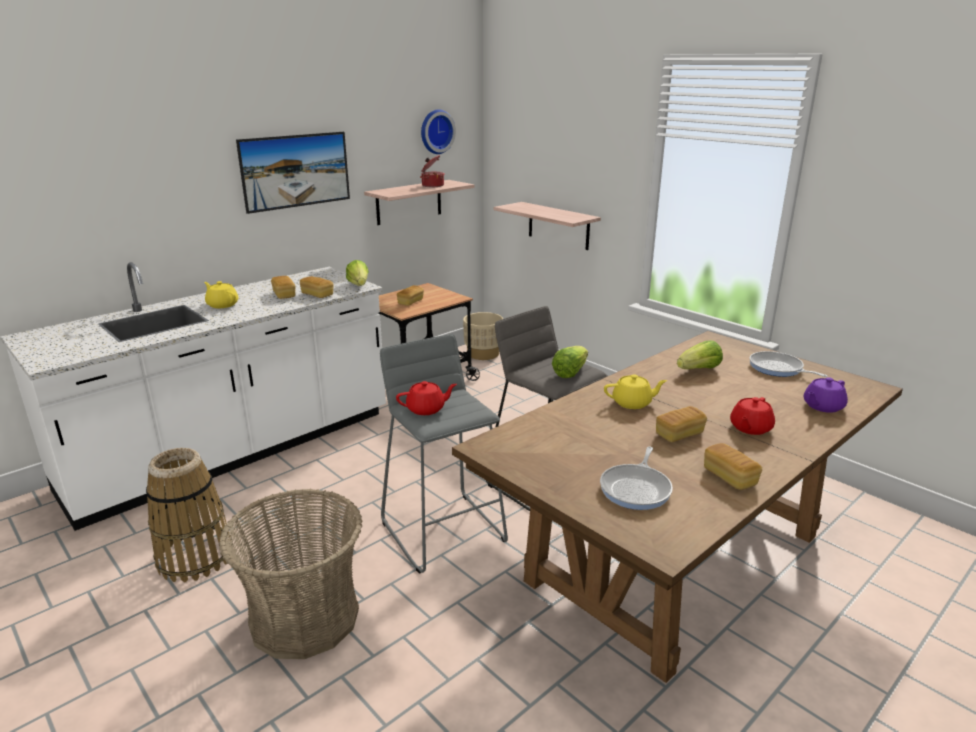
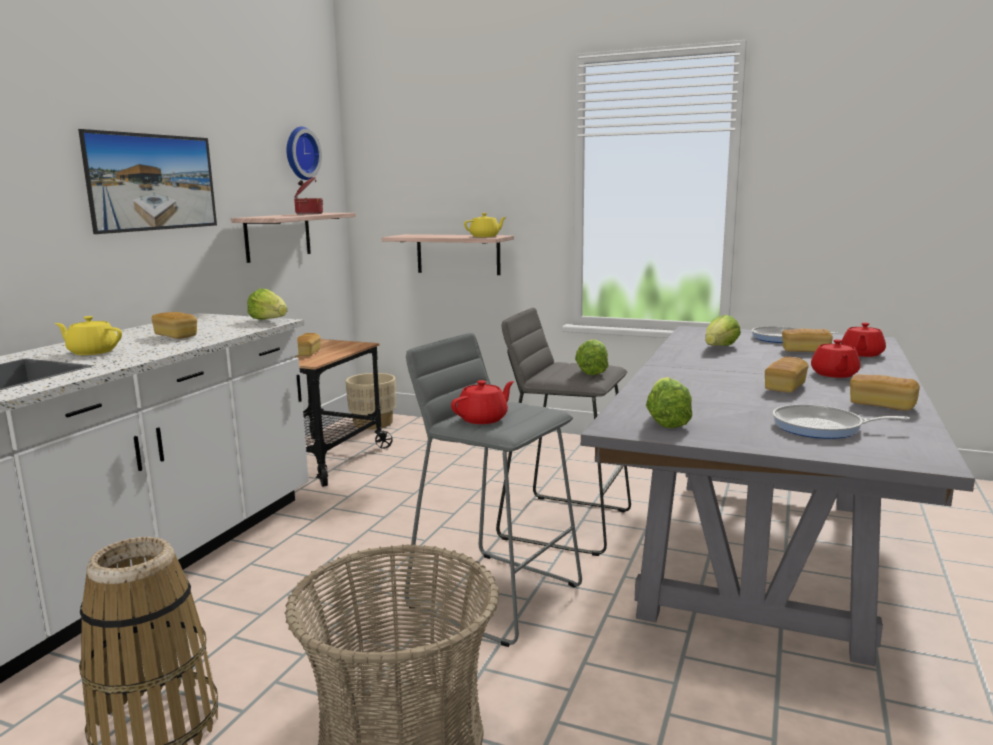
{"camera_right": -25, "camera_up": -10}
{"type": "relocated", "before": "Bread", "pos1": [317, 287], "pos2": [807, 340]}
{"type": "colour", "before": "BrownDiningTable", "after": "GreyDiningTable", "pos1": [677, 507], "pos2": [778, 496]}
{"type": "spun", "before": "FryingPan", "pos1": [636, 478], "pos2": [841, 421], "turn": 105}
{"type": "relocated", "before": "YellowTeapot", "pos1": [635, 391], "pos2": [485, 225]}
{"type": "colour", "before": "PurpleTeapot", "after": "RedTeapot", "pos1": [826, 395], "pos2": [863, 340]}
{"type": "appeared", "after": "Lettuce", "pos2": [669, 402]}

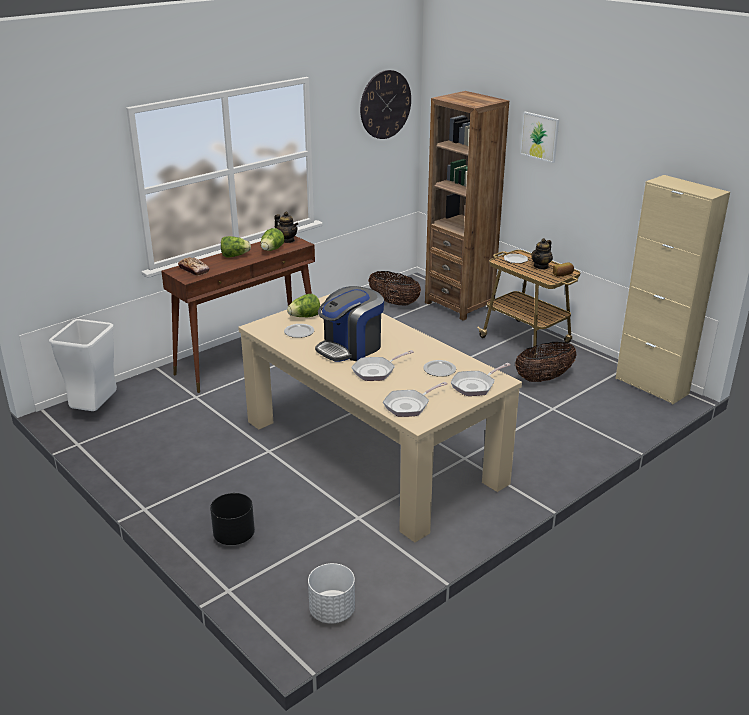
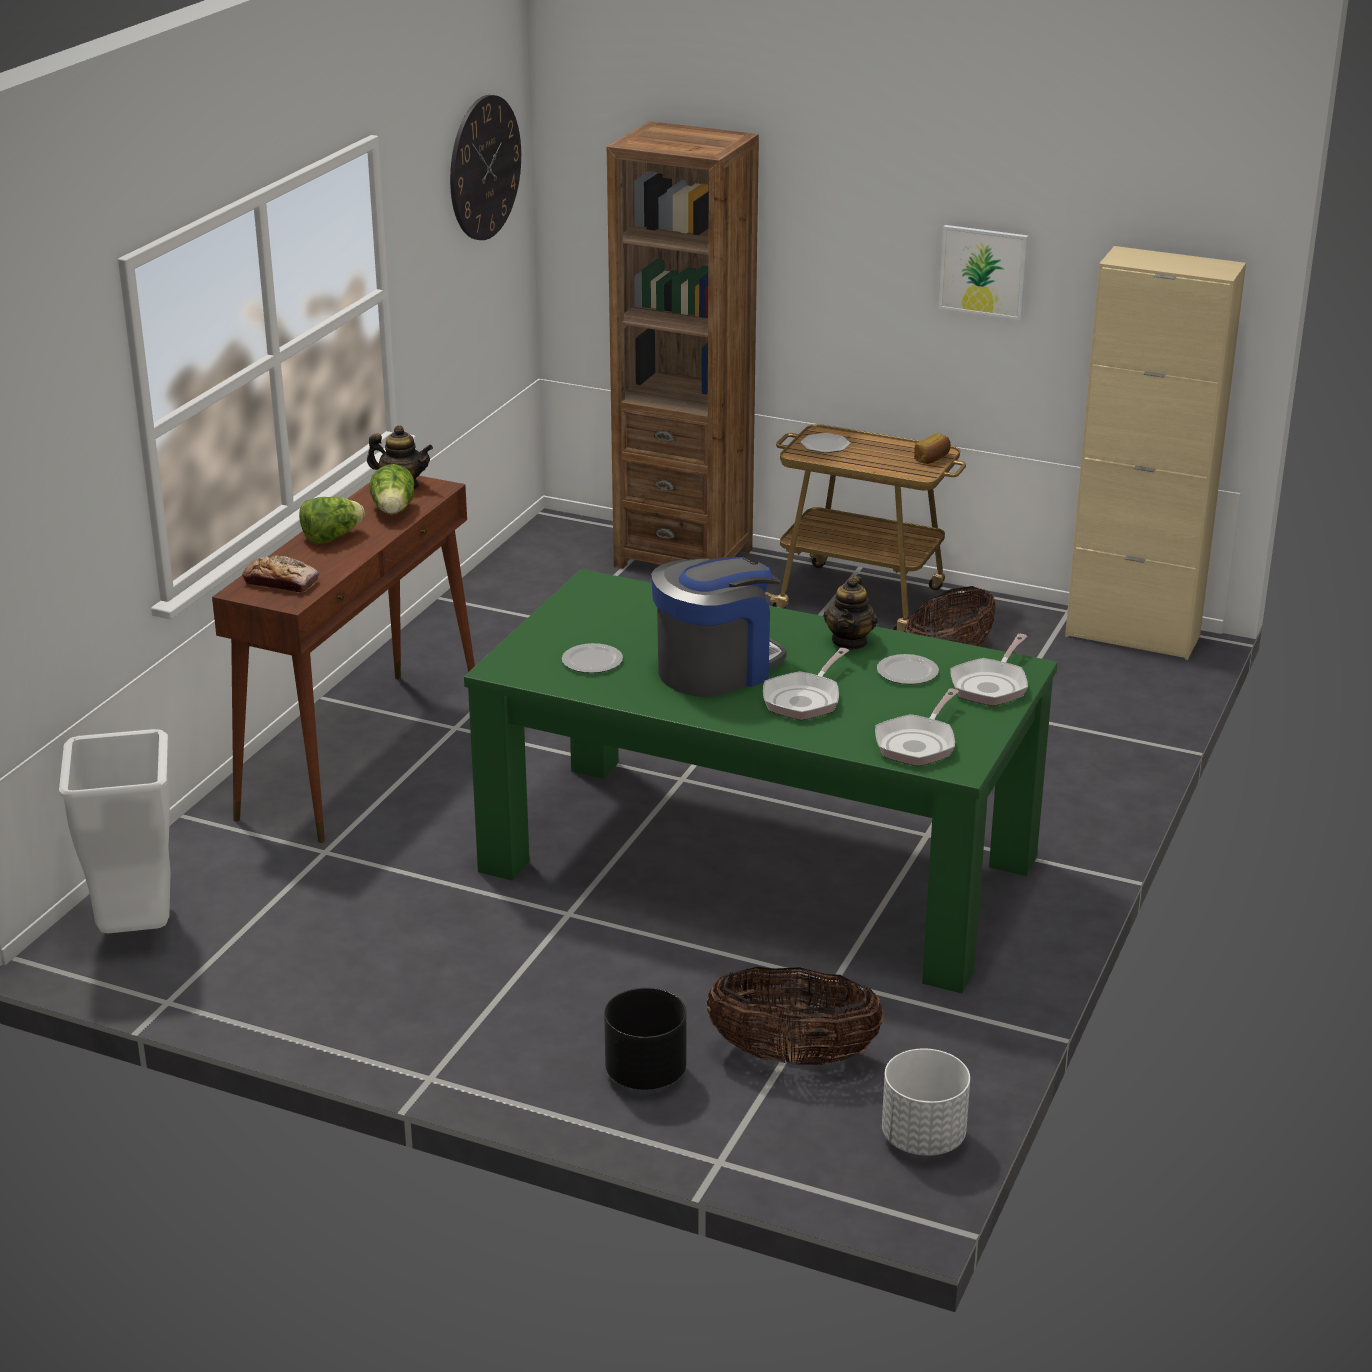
{"camera_right": -25, "camera_up": 0}
{"type": "colour", "before": "BeigeDiningTable", "after": "GreenDiningTable", "pos1": [380, 418], "pos2": [761, 781]}
{"type": "missing", "before": "Lettuce", "pos1": [303, 305]}
{"type": "spun", "before": "CoffeeMachine", "pos1": [349, 324], "pos2": [719, 627], "turn": -150}
{"type": "relocated", "before": "Basket", "pos1": [394, 288], "pos2": [795, 1016]}
{"type": "relocated", "before": "Picture", "pos1": [539, 137], "pos2": [983, 272]}
{"type": "relocated", "before": "Teapot", "pos1": [542, 254], "pos2": [851, 613]}

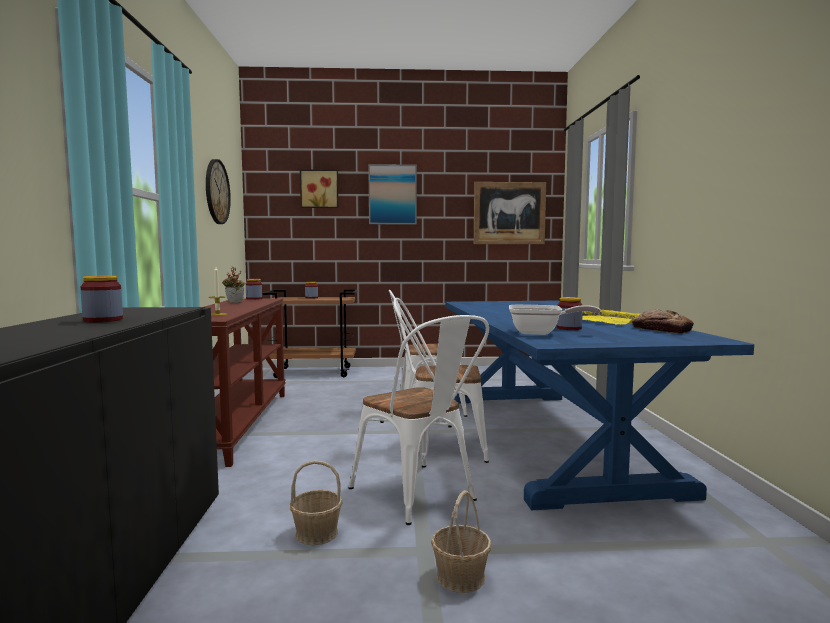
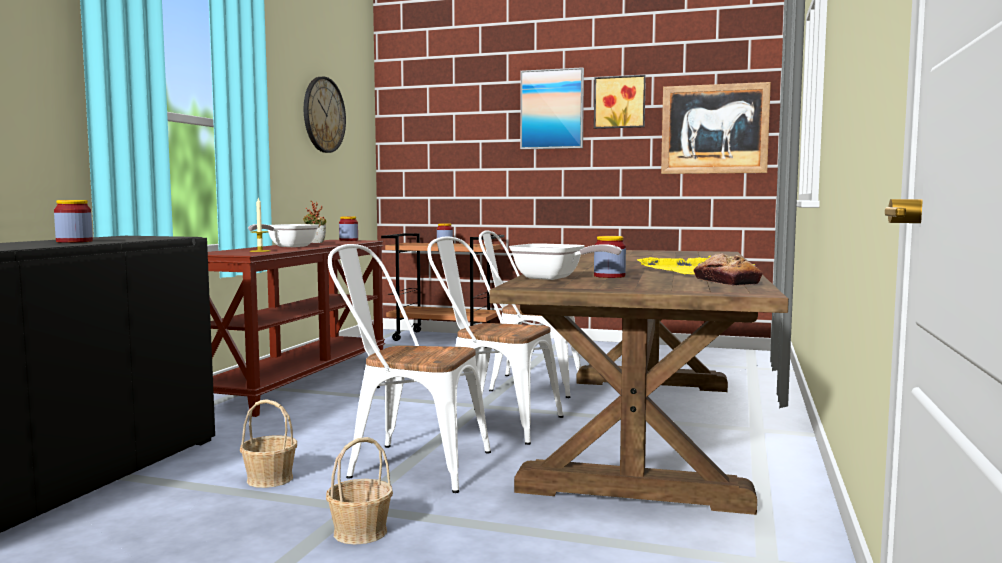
{"camera_right": 20, "camera_up": 0}
{"type": "relocated", "before": "Picture", "pos1": [319, 188], "pos2": [620, 102]}
{"type": "spun", "before": "WhiteChair", "pos1": [418, 420], "pos2": [409, 368], "turn": 120}
{"type": "colour", "before": "BlueDiningTable", "after": "BrownDiningTable", "pos1": [599, 405], "pos2": [639, 382]}
{"type": "appeared", "after": "FryingPan", "pos2": [283, 235]}

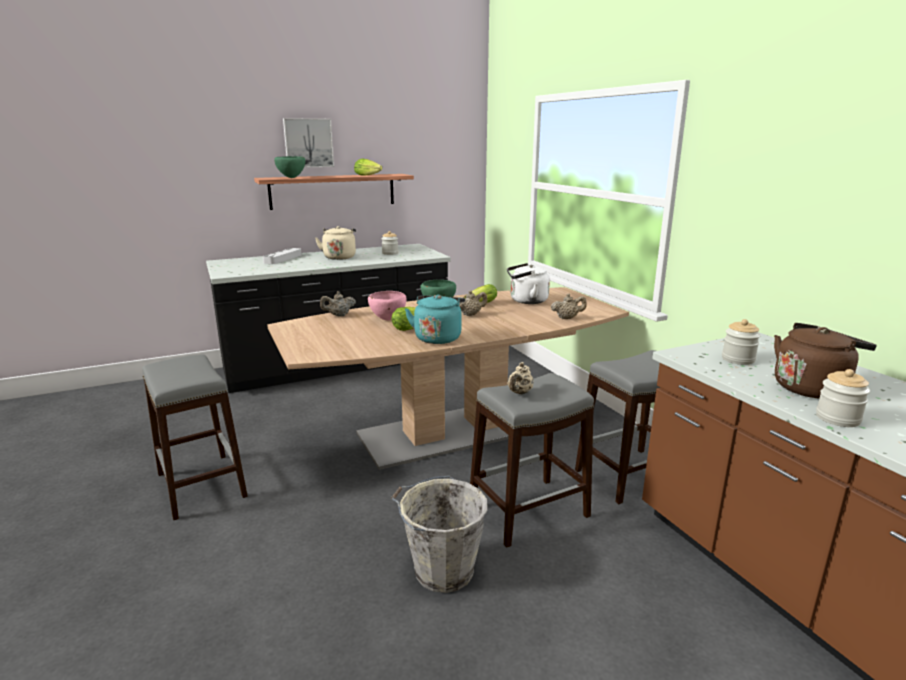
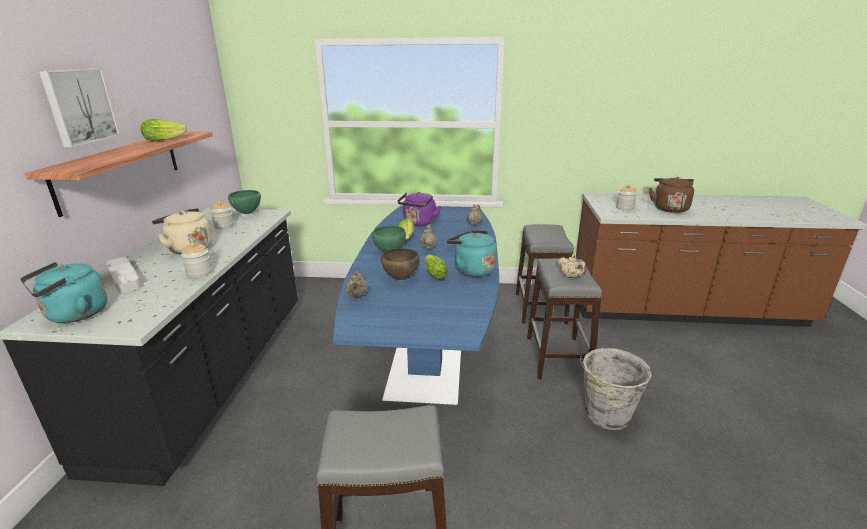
{"camera_right": -60, "camera_up": 5}
{"type": "colour", "before": "BrownDiningTable", "after": "BlueDiningTable", "pos1": [448, 378], "pos2": [416, 307]}
{"type": "relocated", "before": "GreenBowl", "pos1": [289, 167], "pos2": [244, 202]}
{"type": "colour", "before": "PinkBowl", "after": "BrownBowl", "pos1": [387, 305], "pos2": [400, 264]}
{"type": "colour", "before": "WhiteKettle", "after": "PurpleKettle", "pos1": [528, 283], "pos2": [419, 209]}
{"type": "relocated", "before": "Jar", "pos1": [843, 398], "pos2": [196, 260]}
{"type": "appeared", "after": "TurquoiseKettle", "pos2": [63, 292]}

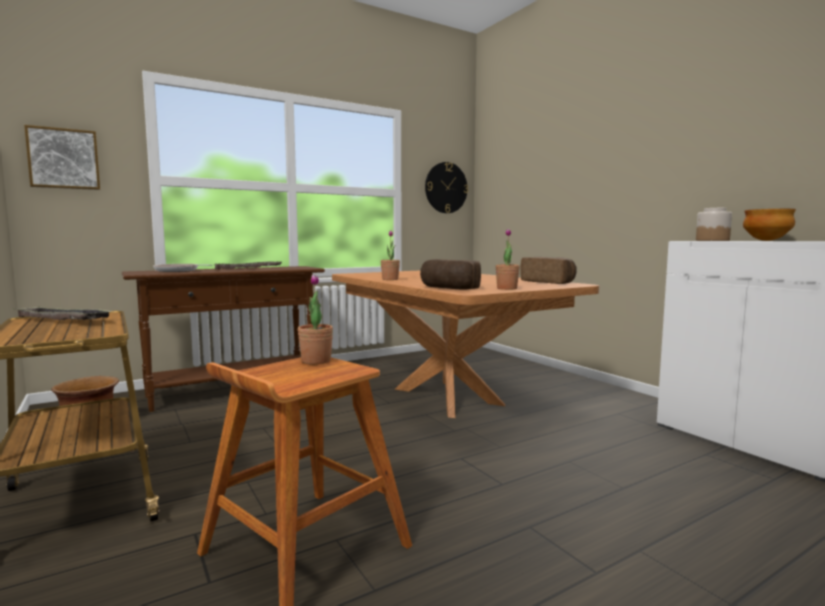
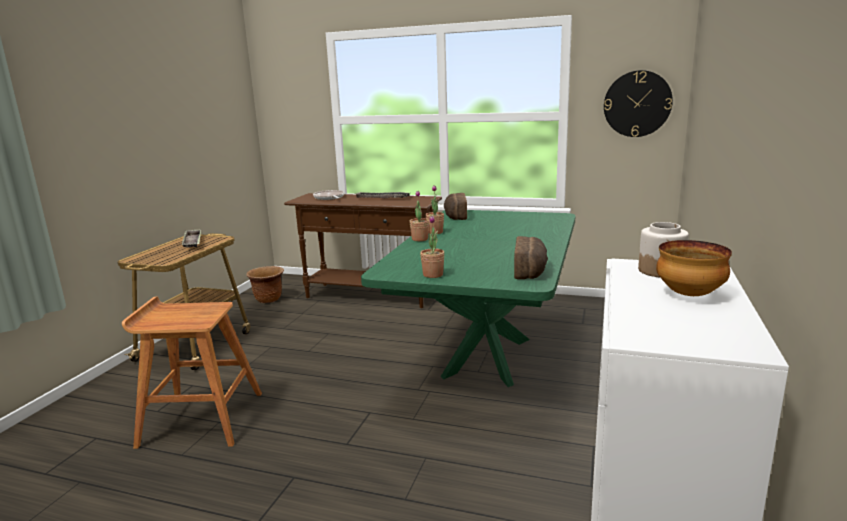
{"camera_right": 50, "camera_up": 10}
{"type": "missing", "before": "Picture", "pos1": [62, 157]}
{"type": "relocated", "before": "PottedPlant", "pos1": [315, 319], "pos2": [419, 216]}
{"type": "colour", "before": "BrownDiningTable", "after": "GreenDiningTable", "pos1": [465, 344], "pos2": [468, 298]}
{"type": "relocated", "before": "Bread", "pos1": [450, 274], "pos2": [455, 206]}

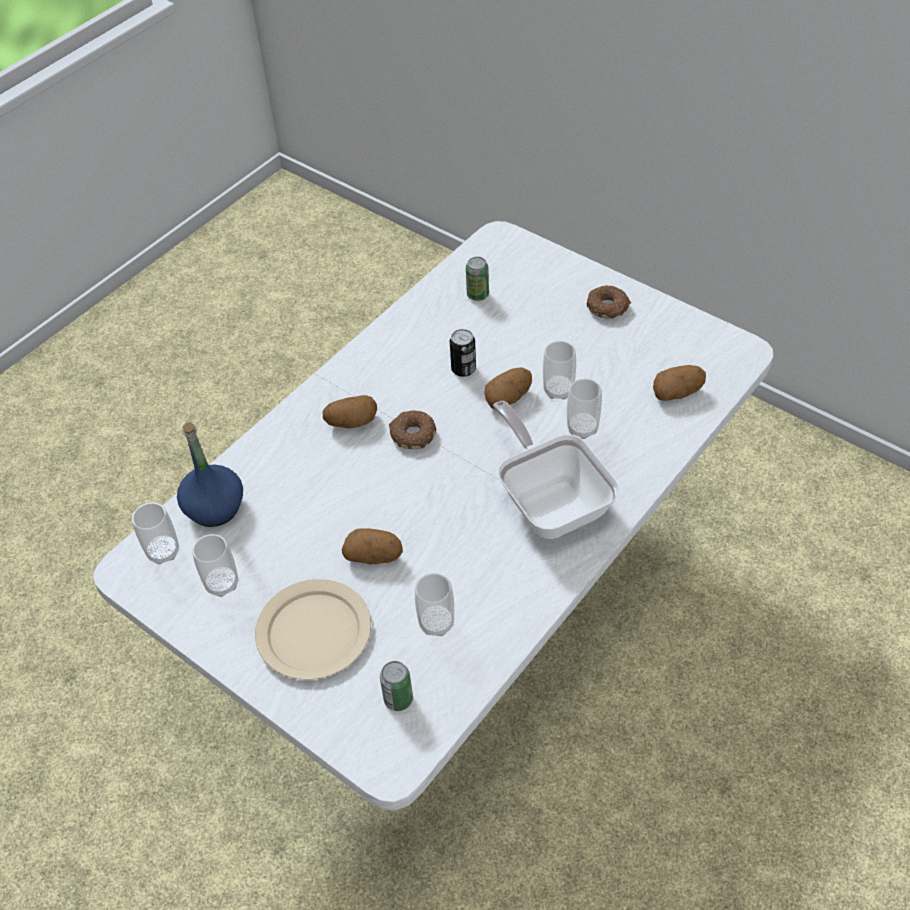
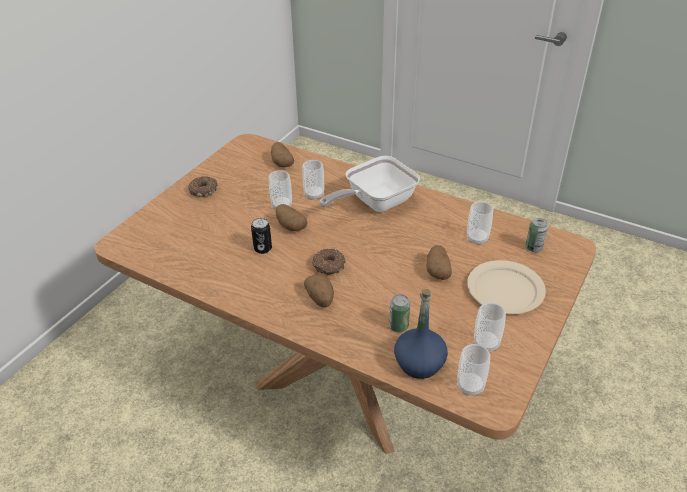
{"camera_right": -100, "camera_up": -10}
{"type": "colour", "before": "WhiteDiningTable", "after": "BrownDiningTable", "pos1": [433, 515], "pos2": [345, 294]}
{"type": "relocated", "before": "Can", "pos1": [477, 279], "pos2": [399, 313]}

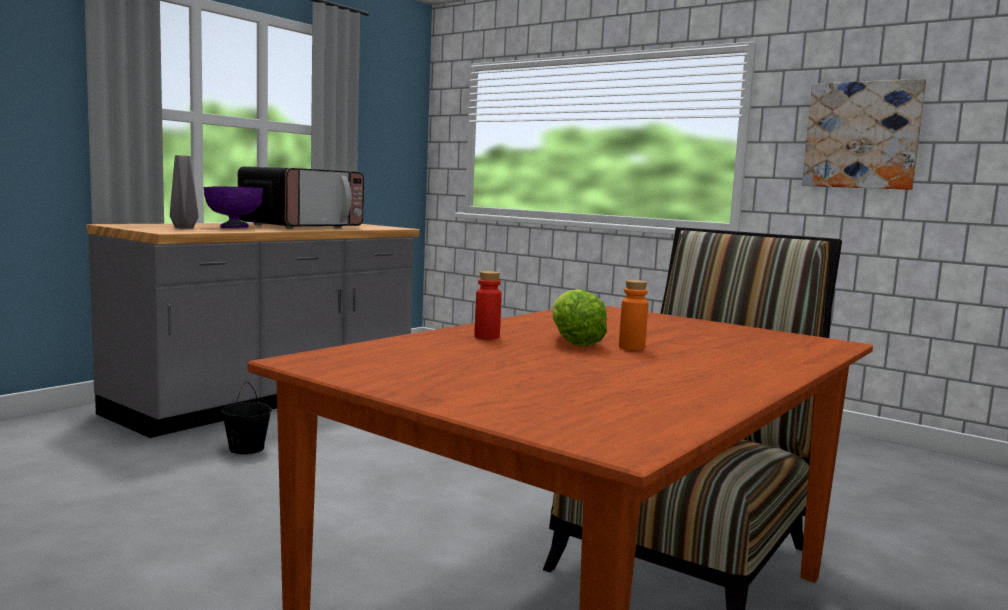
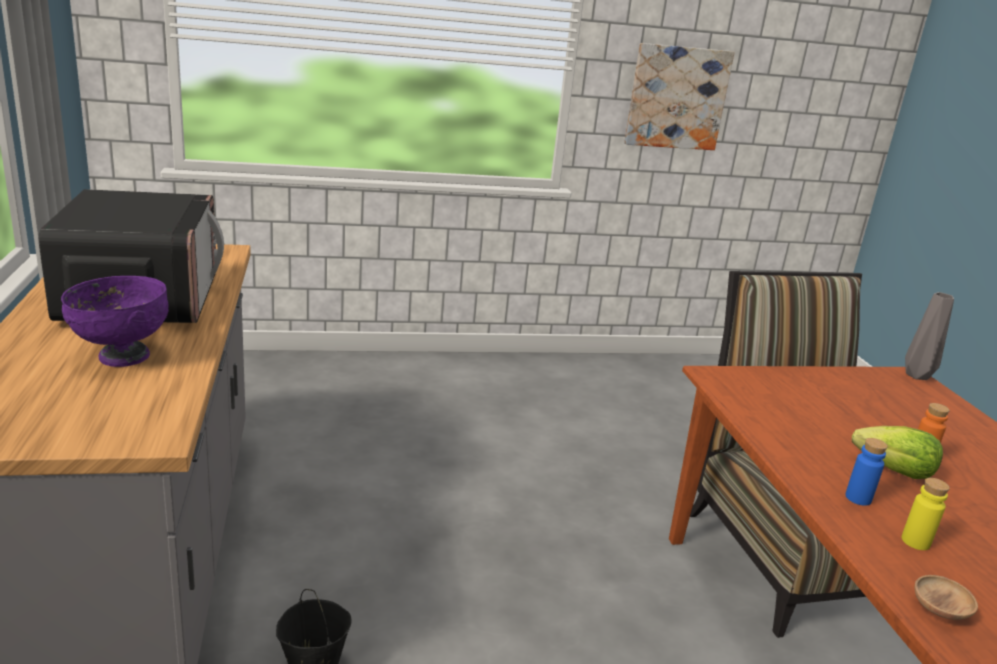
{"camera_right": -50, "camera_up": 15}
{"type": "relocated", "before": "GreyVase", "pos1": [184, 192], "pos2": [929, 336]}
{"type": "colour", "before": "RedBottle", "after": "BlueBottle", "pos1": [488, 305], "pos2": [866, 472]}
{"type": "appeared", "after": "YellowBottle", "pos2": [925, 514]}
{"type": "appeared", "after": "BrownBowl", "pos2": [946, 597]}

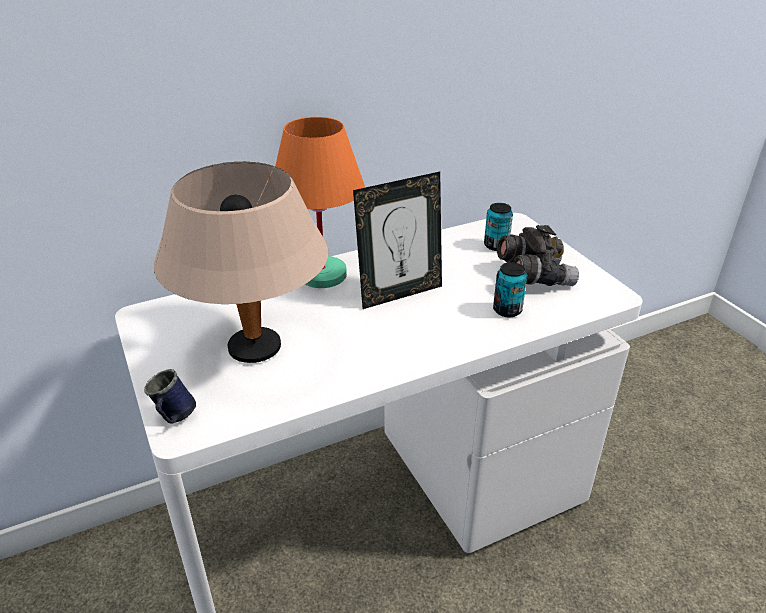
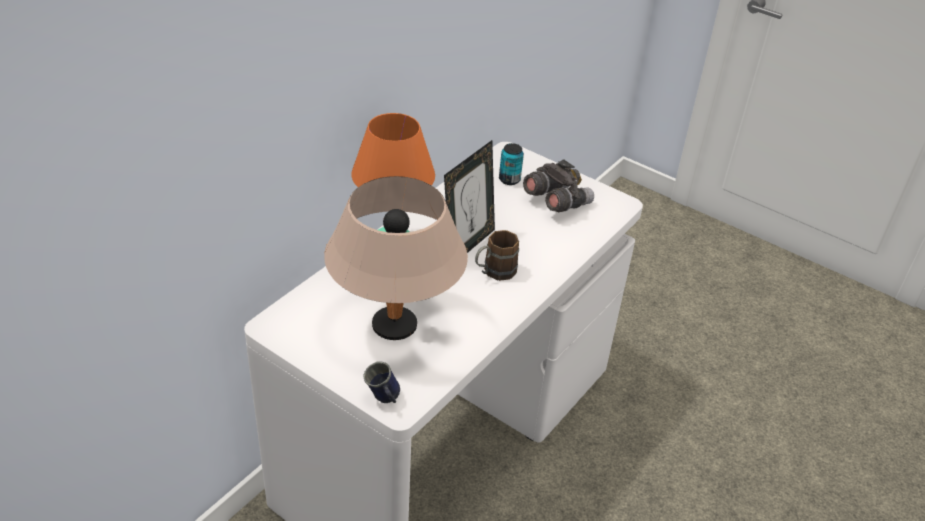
{"camera_right": -30, "camera_up": 5}
{"type": "missing", "before": "Can", "pos1": [510, 289]}
{"type": "appeared", "after": "BrownMug", "pos2": [497, 255]}

